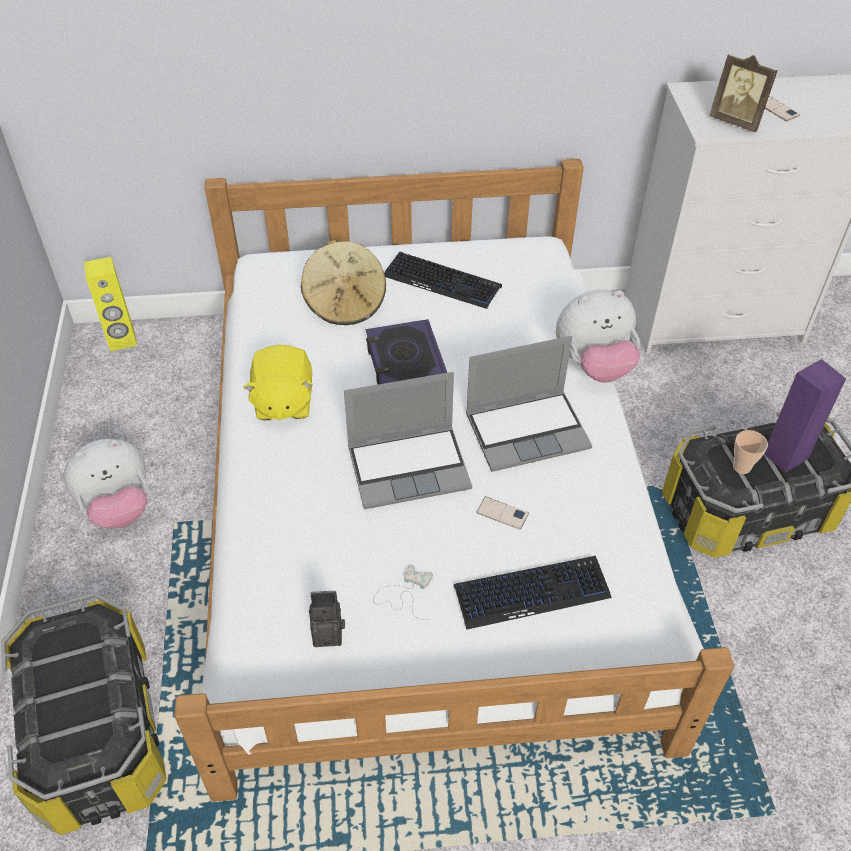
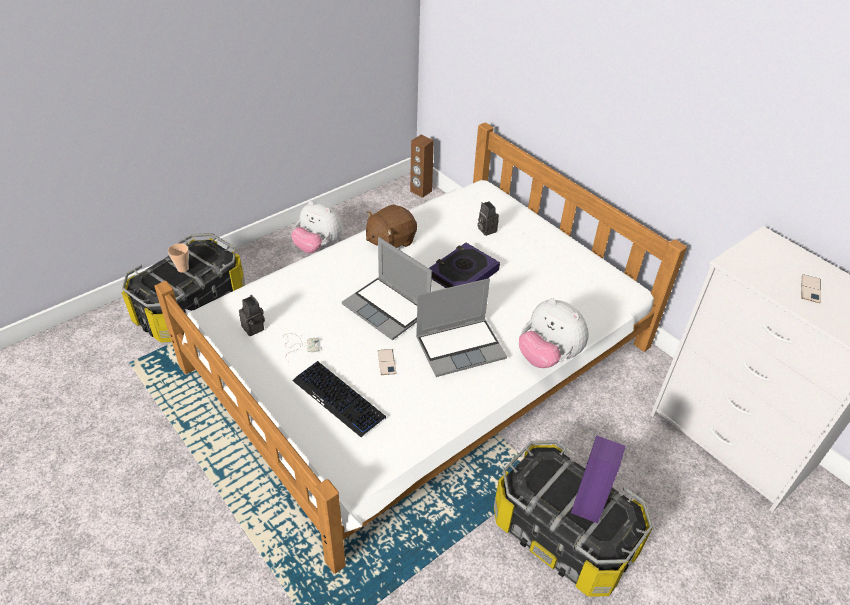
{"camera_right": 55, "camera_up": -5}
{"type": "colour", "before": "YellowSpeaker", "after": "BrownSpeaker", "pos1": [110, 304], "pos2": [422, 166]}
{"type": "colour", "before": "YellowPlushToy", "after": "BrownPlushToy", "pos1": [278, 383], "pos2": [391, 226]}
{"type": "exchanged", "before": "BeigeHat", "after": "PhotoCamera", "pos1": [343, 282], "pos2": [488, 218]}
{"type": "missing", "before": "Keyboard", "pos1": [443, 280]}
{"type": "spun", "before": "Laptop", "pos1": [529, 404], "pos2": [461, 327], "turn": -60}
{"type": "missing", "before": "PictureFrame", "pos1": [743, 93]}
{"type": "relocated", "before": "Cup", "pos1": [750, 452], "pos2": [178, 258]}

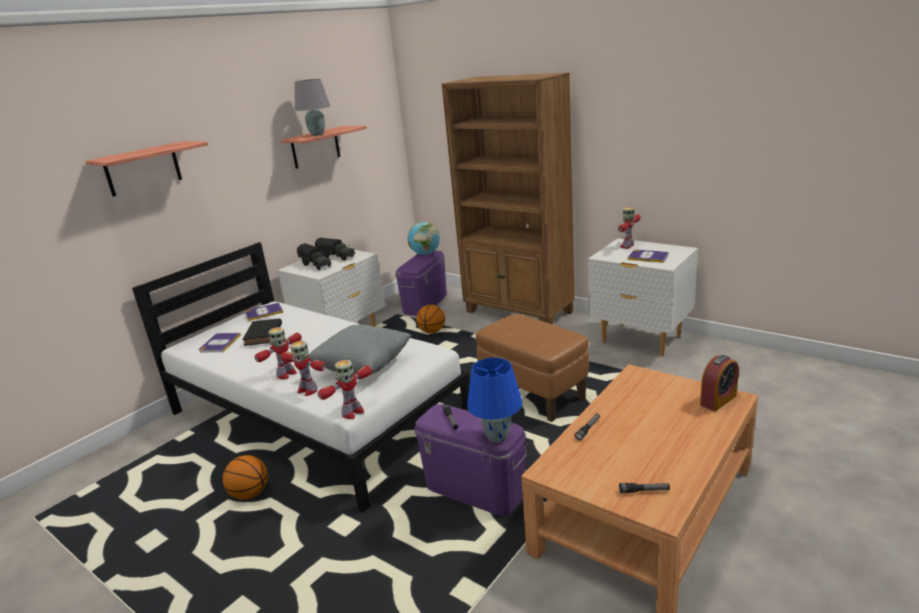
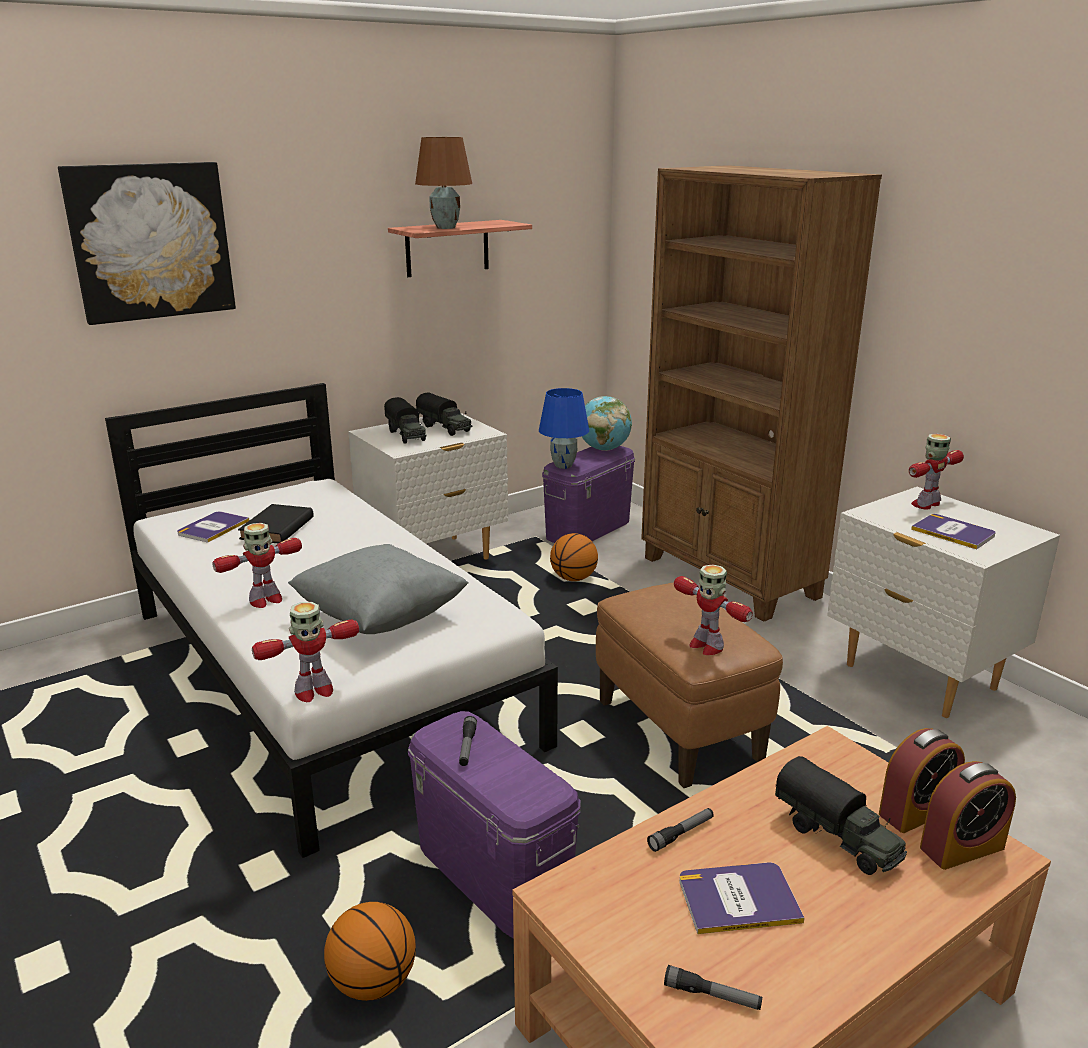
{"camera_right": 15, "camera_up": 0}
{"type": "exchanged", "before": "Shelf", "after": "Picture", "pos1": [147, 169], "pos2": [147, 243]}
{"type": "relocated", "before": "Basketball", "pos1": [245, 477], "pos2": [370, 951]}
{"type": "relocated", "before": "Book", "pos1": [264, 312], "pos2": [741, 898]}
{"type": "relocated", "before": "ToyRobot", "pos1": [303, 368], "pos2": [713, 609]}
{"type": "colour", "before": "GreyTableLamp", "after": "BrownTableLamp", "pos1": [312, 107], "pos2": [443, 183]}
{"type": "relocated", "before": "BlueTableLamp", "pos1": [494, 400], "pos2": [564, 428]}
{"type": "appeared", "after": "ToyTruck", "pos2": [841, 815]}
{"type": "appeared", "after": "AlarmClock", "pos2": [922, 780]}

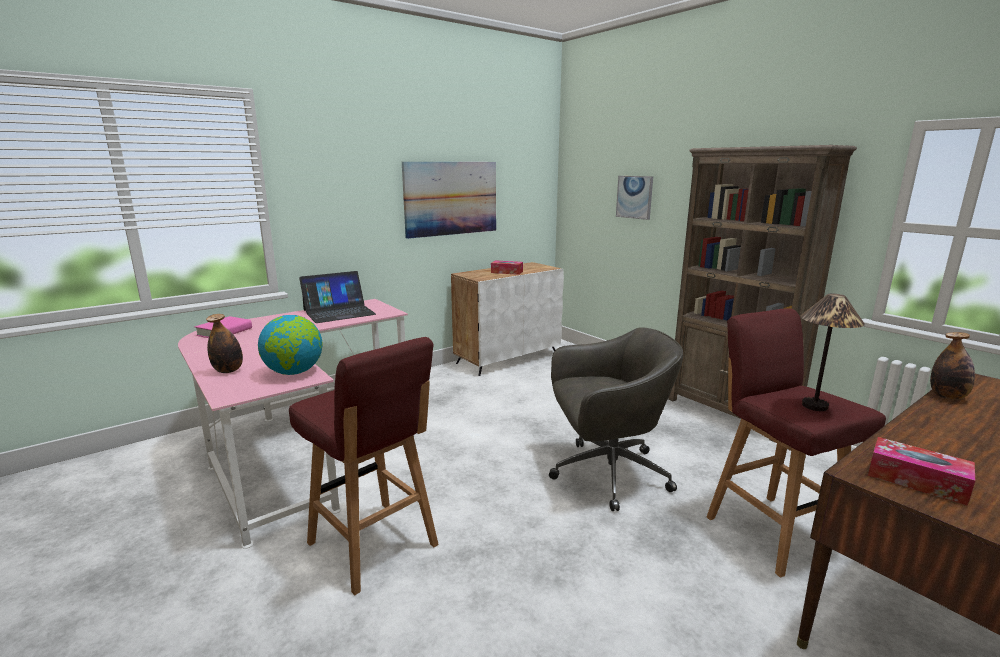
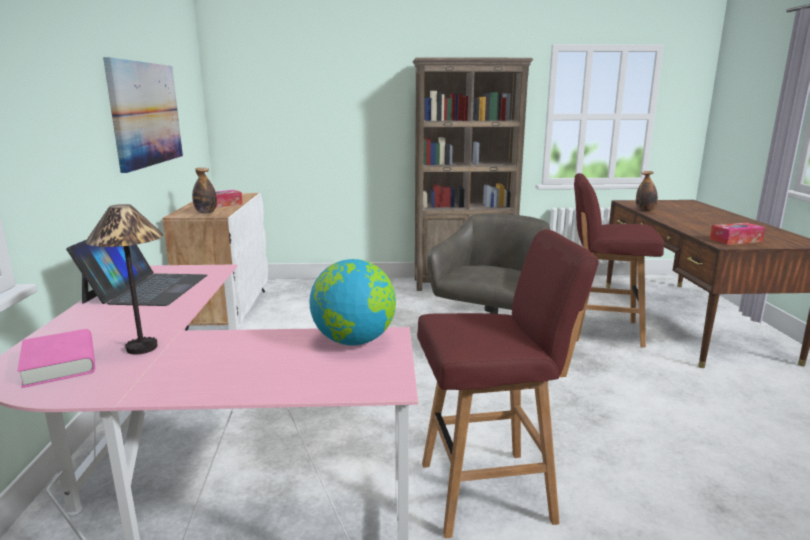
{"camera_right": -55, "camera_up": 0}
{"type": "relocated", "before": "Bottle", "pos1": [224, 343], "pos2": [204, 190]}
{"type": "missing", "before": "Picture", "pos1": [634, 198]}
{"type": "relocated", "before": "TableLamp", "pos1": [833, 352], "pos2": [124, 279]}

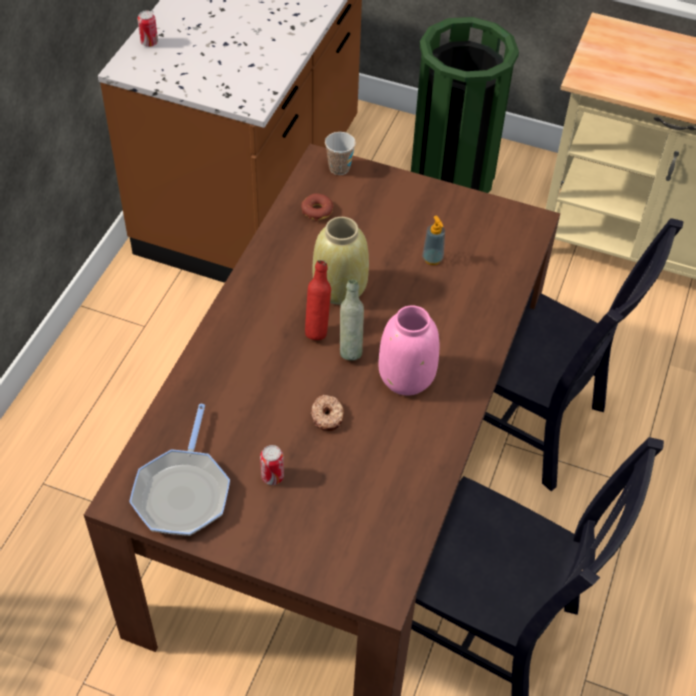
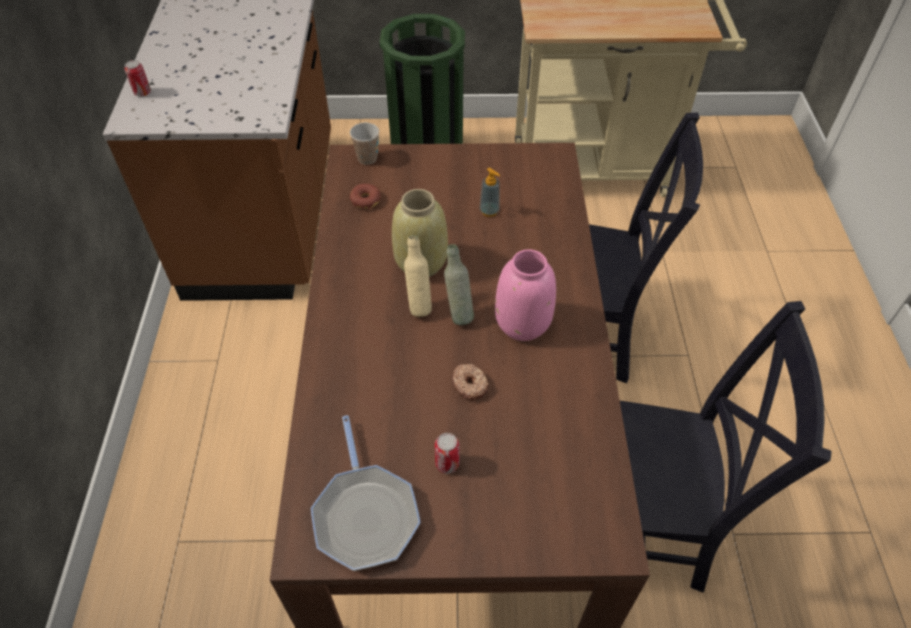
{"camera_right": -20, "camera_up": 0}
{"type": "colour", "before": "RedBottle", "after": "BeigeBottle", "pos1": [318, 300], "pos2": [418, 276]}

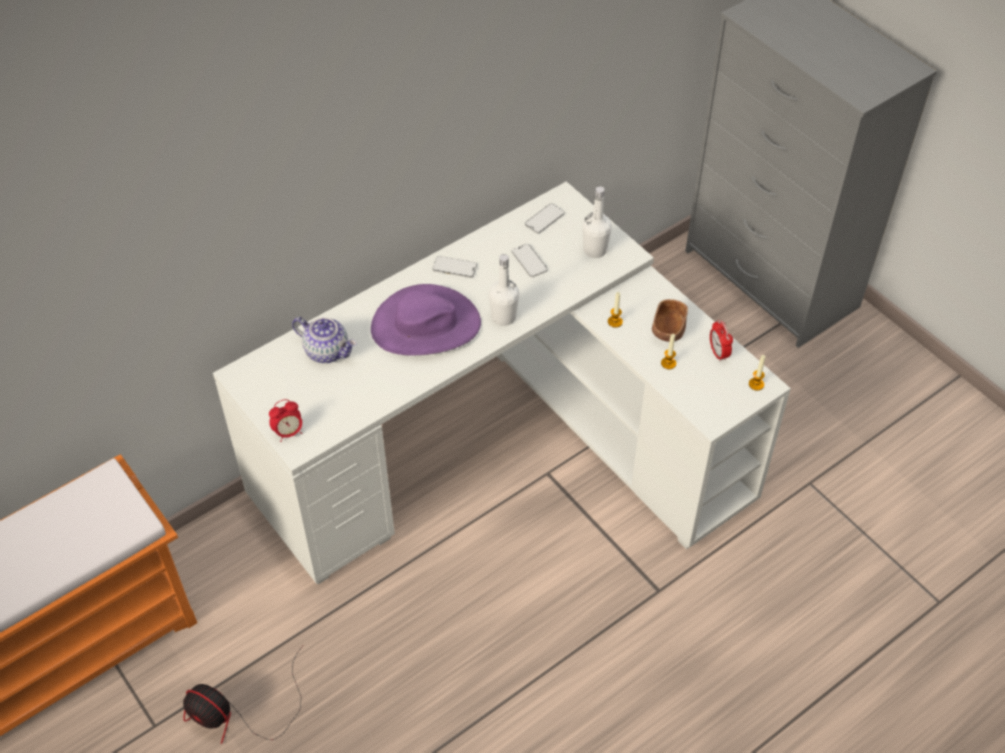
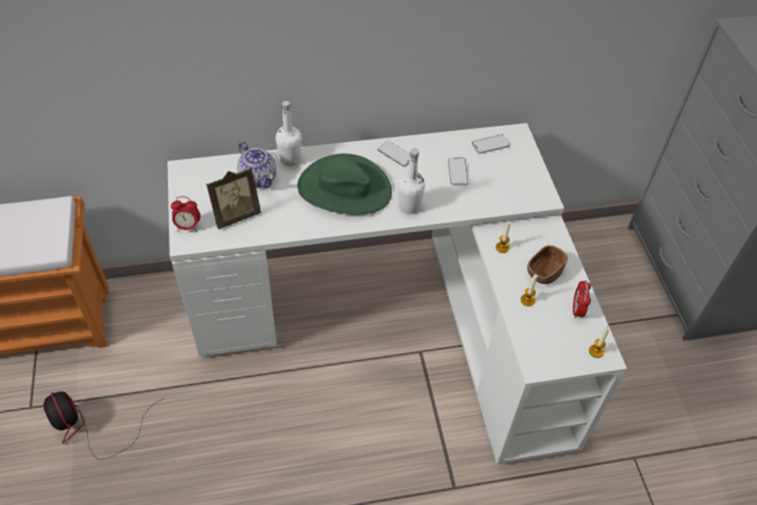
{"camera_right": 25, "camera_up": 0}
{"type": "colour", "before": "PurpleHat", "after": "GreenHat", "pos1": [426, 320], "pos2": [344, 184]}
{"type": "relocated", "before": "WhiteBottle", "pos1": [597, 222], "pos2": [288, 133]}
{"type": "appeared", "after": "PictureFrame", "pos2": [233, 198]}

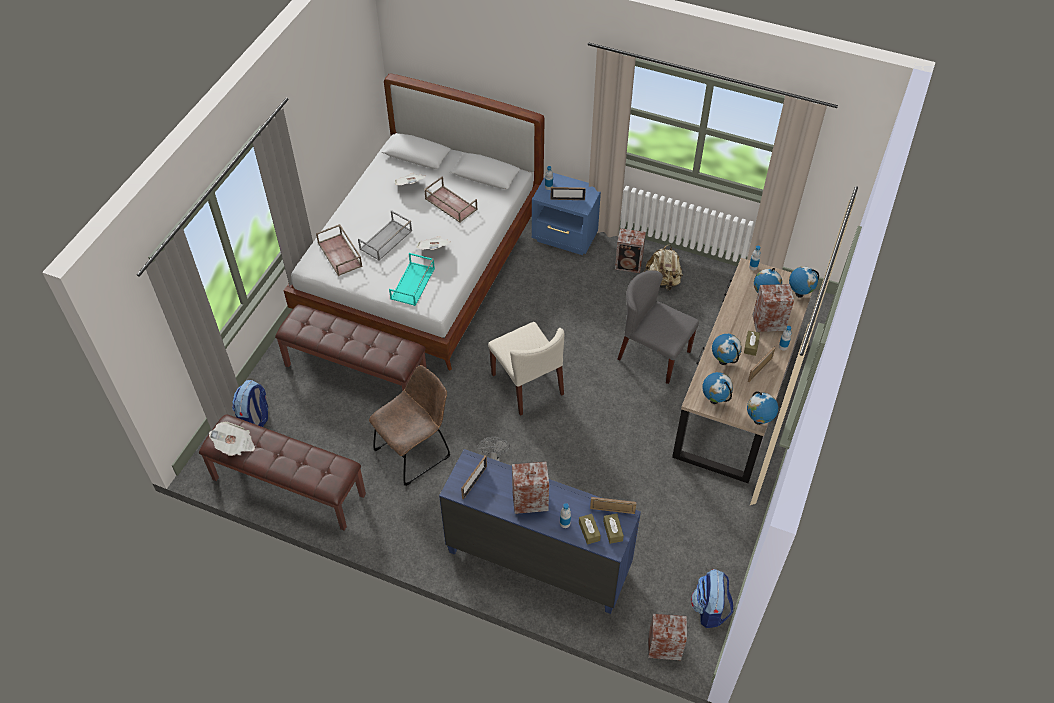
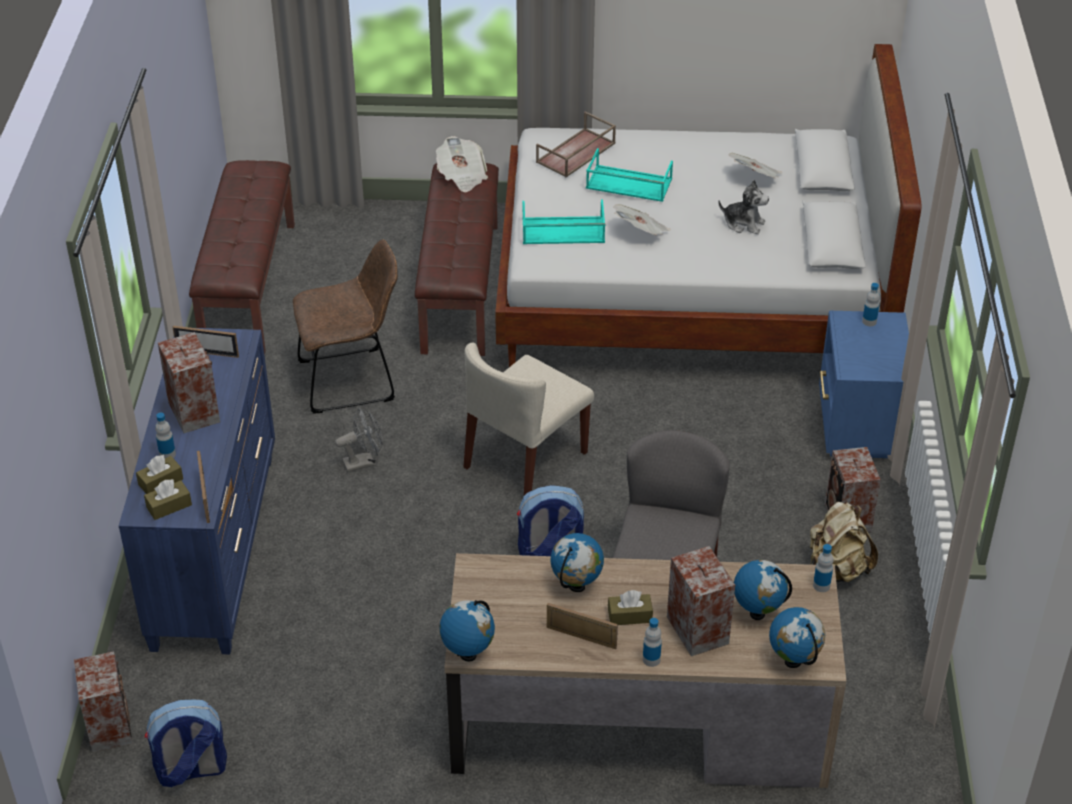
{"camera_right": 70, "camera_up": -10}
{"type": "relocated", "before": "Newspaper", "pos1": [232, 439], "pos2": [462, 164]}
{"type": "relocated", "before": "Backpack", "pos1": [250, 403], "pos2": [550, 520]}
{"type": "colour", "before": "GreyTray", "after": "TurquoiseTray", "pos1": [385, 235], "pos2": [629, 175]}
{"type": "spun", "before": "BrownChair", "pos1": [409, 425], "pos2": [345, 326], "turn": -45}
{"type": "exchanged", "before": "BrownTray", "after": "PlushToy", "pos1": [451, 200], "pos2": [743, 207]}
{"type": "missing", "before": "PictureFrame", "pos1": [568, 193]}
{"type": "missing", "before": "Globe", "pos1": [717, 388]}

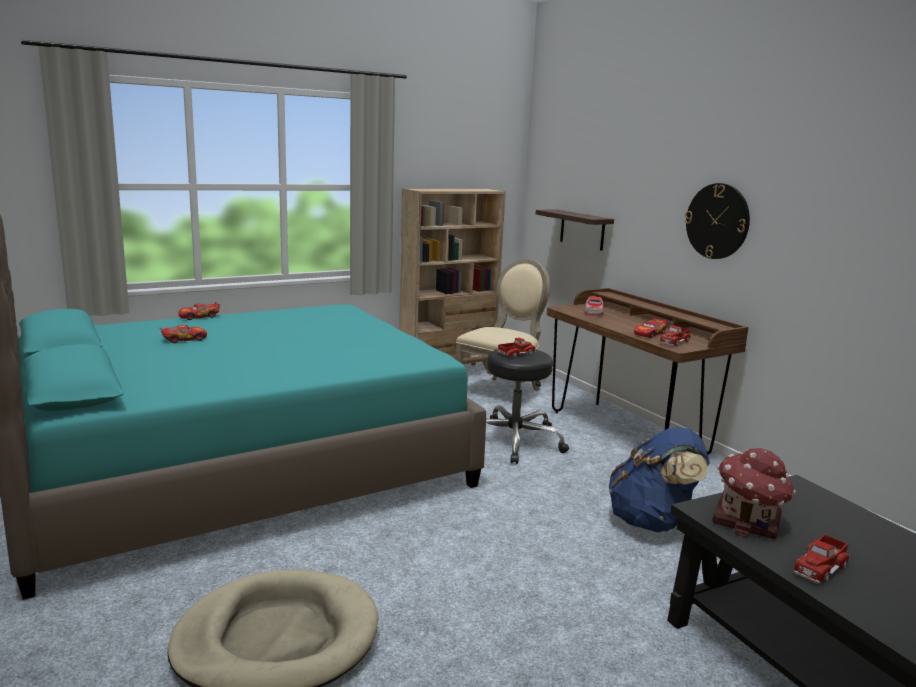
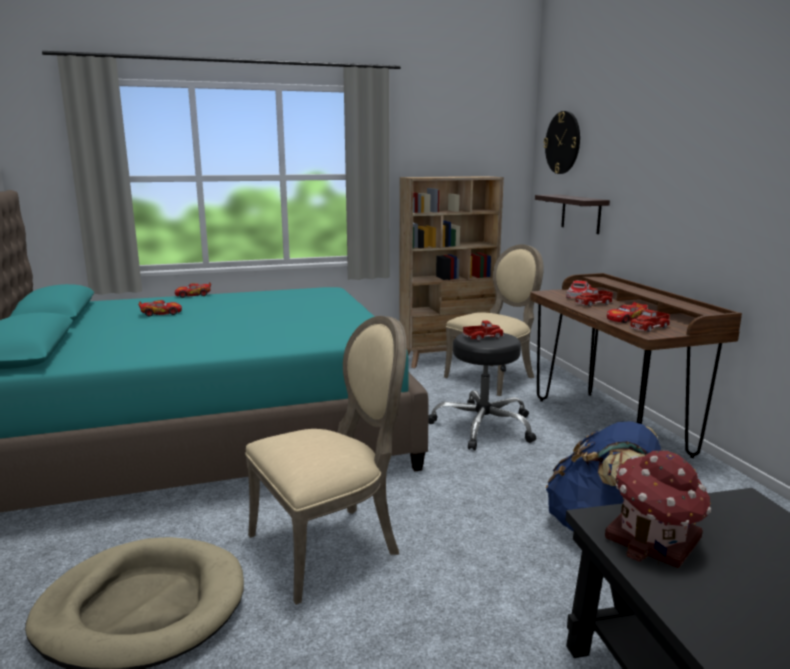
{"camera_right": 15, "camera_up": 0}
{"type": "relocated", "before": "WallClock", "pos1": [717, 221], "pos2": [562, 142]}
{"type": "relocated", "before": "ToyTruck", "pos1": [821, 559], "pos2": [593, 297]}
{"type": "appeared", "after": "BeigeChair", "pos2": [326, 460]}

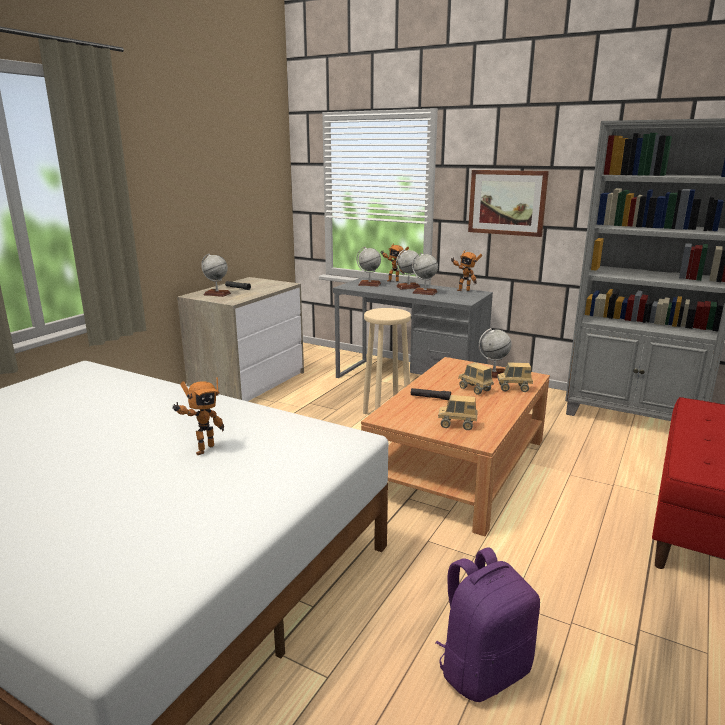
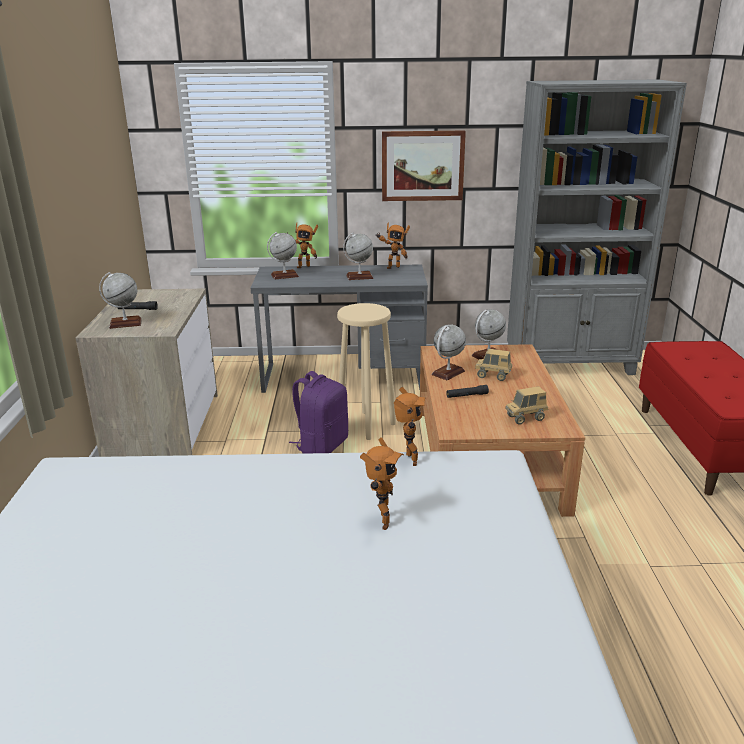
{"camera_right": -30, "camera_up": 5}
{"type": "relocated", "before": "Globe", "pos1": [408, 269], "pos2": [448, 352]}
{"type": "relocated", "before": "PurpleBackpack", "pos1": [487, 624], "pos2": [318, 412]}
{"type": "missing", "before": "ToyTruck", "pos1": [515, 377]}
{"type": "appeared", "after": "ToyRobot", "pos2": [410, 426]}

